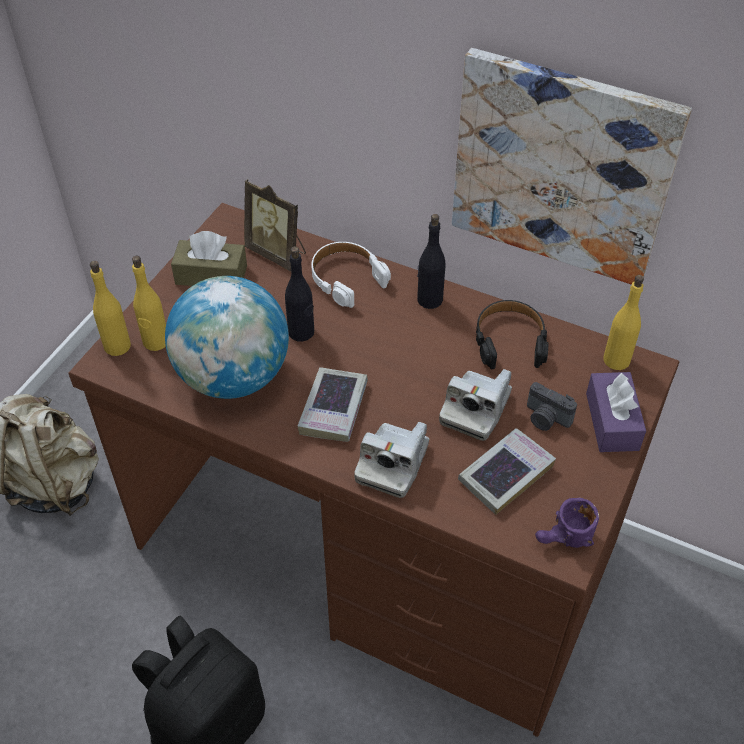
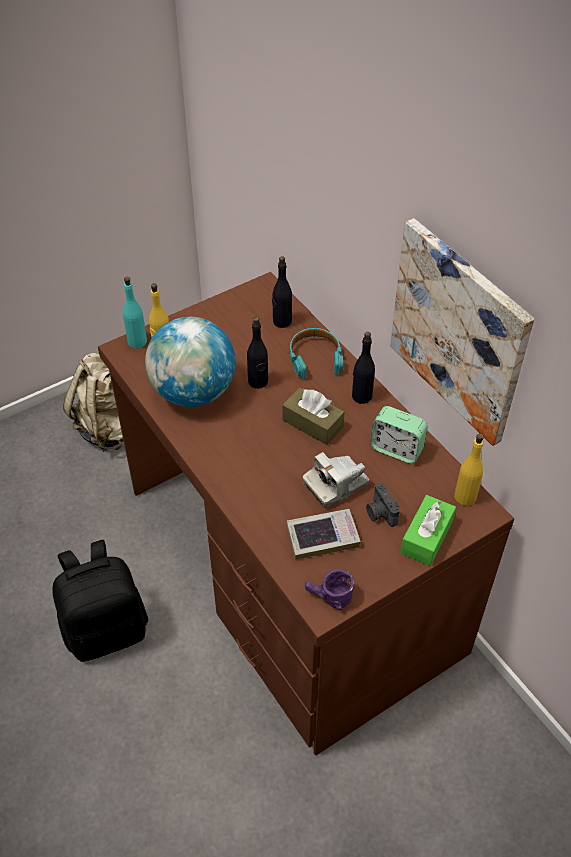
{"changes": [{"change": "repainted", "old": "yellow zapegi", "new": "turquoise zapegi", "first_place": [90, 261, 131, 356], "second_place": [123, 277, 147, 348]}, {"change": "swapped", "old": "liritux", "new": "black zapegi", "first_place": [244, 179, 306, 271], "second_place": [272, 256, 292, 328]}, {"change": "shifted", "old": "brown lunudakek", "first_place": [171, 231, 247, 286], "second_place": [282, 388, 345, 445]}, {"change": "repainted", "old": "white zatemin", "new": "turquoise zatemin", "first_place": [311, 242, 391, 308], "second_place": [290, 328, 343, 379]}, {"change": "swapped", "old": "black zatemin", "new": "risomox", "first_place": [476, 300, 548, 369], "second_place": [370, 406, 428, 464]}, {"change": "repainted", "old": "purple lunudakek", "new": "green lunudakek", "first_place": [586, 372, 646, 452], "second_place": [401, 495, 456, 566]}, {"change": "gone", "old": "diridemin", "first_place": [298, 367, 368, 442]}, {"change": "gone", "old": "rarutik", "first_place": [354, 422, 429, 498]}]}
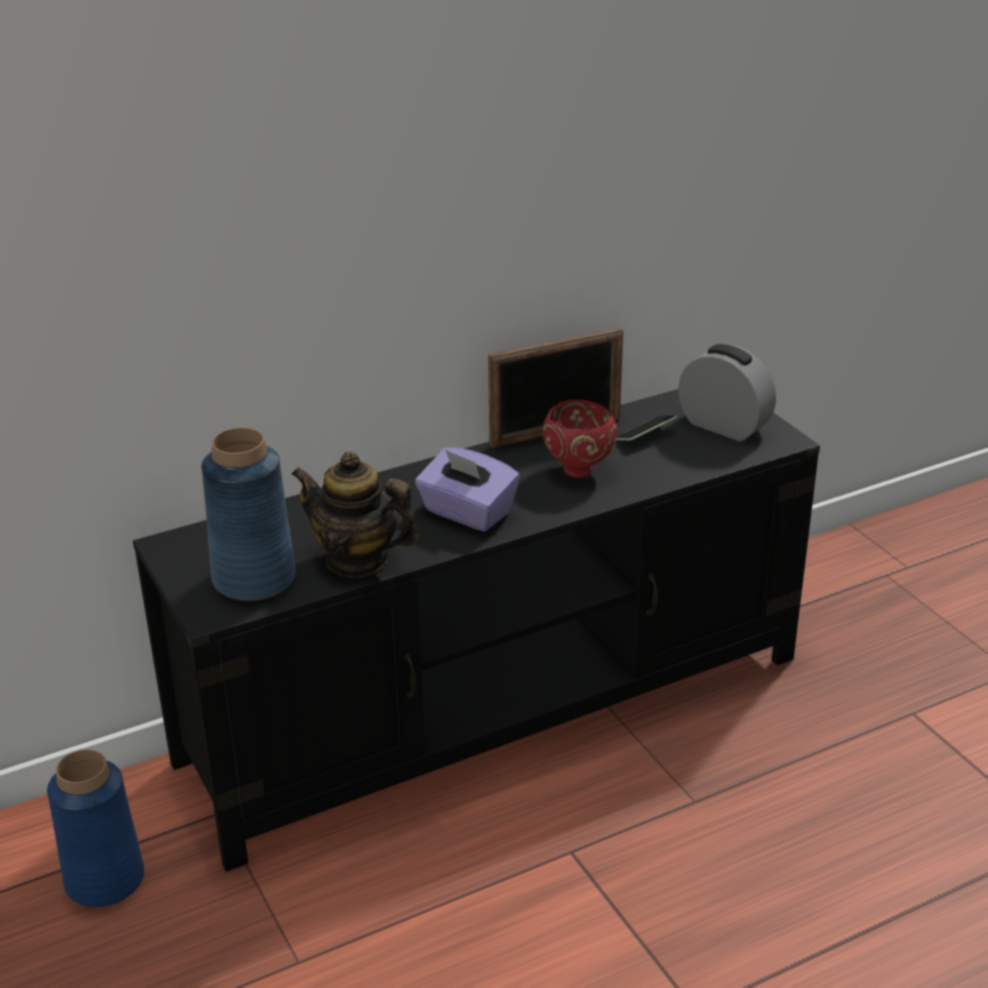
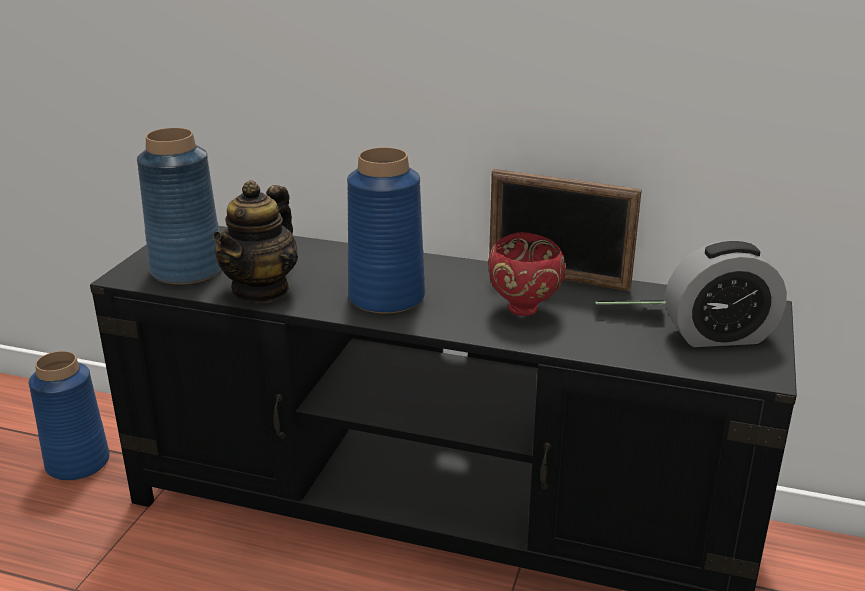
{"changes": [{"change": "rotated", "old": "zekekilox", "first_place": [291, 452, 420, 578], "second_place": [213, 180, 298, 303], "degrees": -135}, {"change": "swapped", "old": "purple lunudakek", "new": "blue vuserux", "first_place": [415, 447, 520, 532], "second_place": [347, 147, 425, 314]}, {"change": "rotated", "old": "risomox", "first_place": [678, 344, 776, 441], "second_place": [665, 241, 787, 347], "degrees": 90}]}
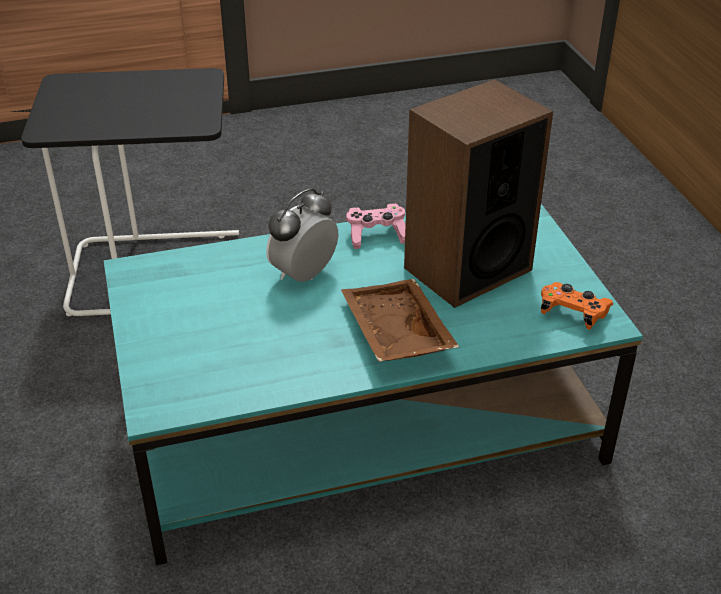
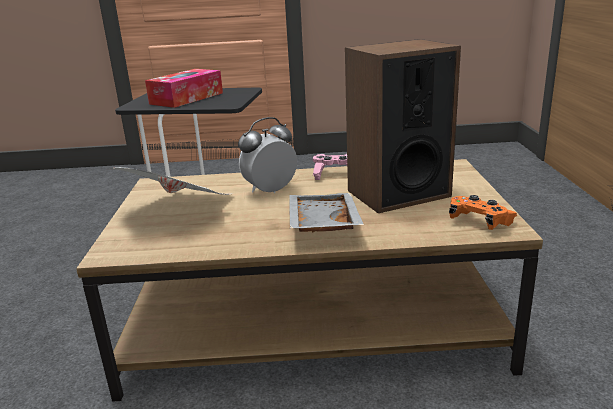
{"changes": [{"change": "repainted", "old": "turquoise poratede", "new": "brown poratede", "first_place": [104, 204, 643, 565], "second_place": [76, 159, 543, 402]}, {"change": "new", "new": "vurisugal", "second_place": [110, 167, 232, 195]}, {"change": "new", "new": "lunudakek", "second_place": [145, 69, 223, 108]}, {"change": "repainted", "old": "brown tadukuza", "new": "grey tadukuza", "first_place": [341, 279, 459, 362], "second_place": [289, 193, 364, 232]}]}
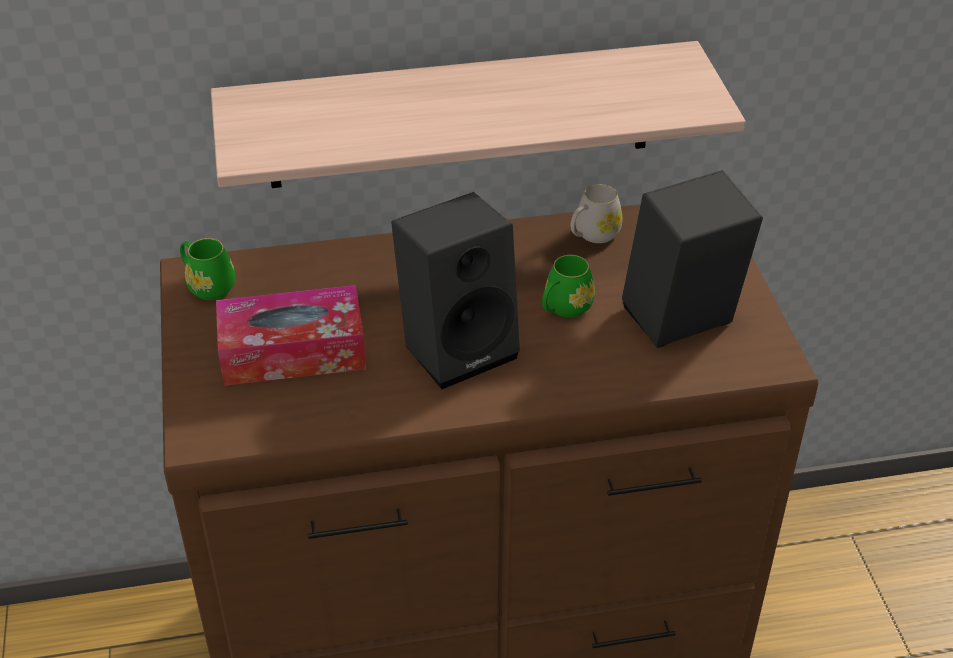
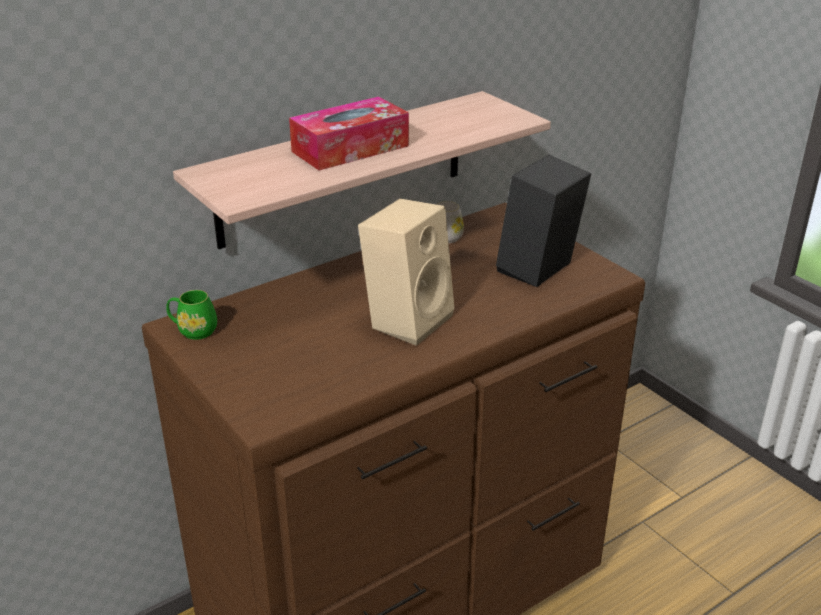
{"changes": [{"change": "shifted", "old": "lunudakek", "first_place": [216, 285, 366, 386], "second_place": [289, 97, 409, 170]}, {"change": "repainted", "old": "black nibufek", "new": "beige nibufek", "first_place": [391, 192, 520, 389], "second_place": [358, 199, 455, 346]}, {"change": "gone", "old": "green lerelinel", "first_place": [542, 255, 595, 317]}]}
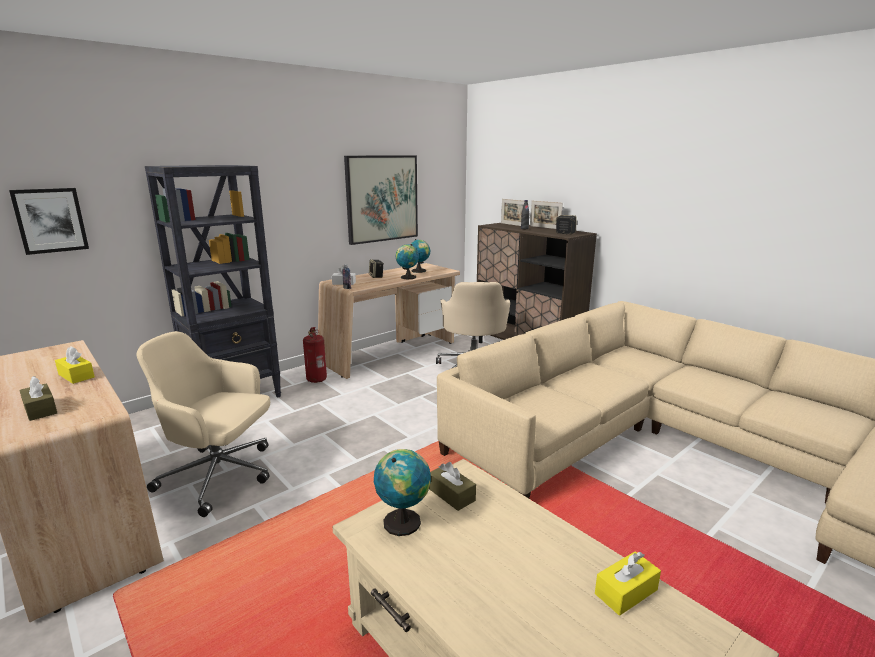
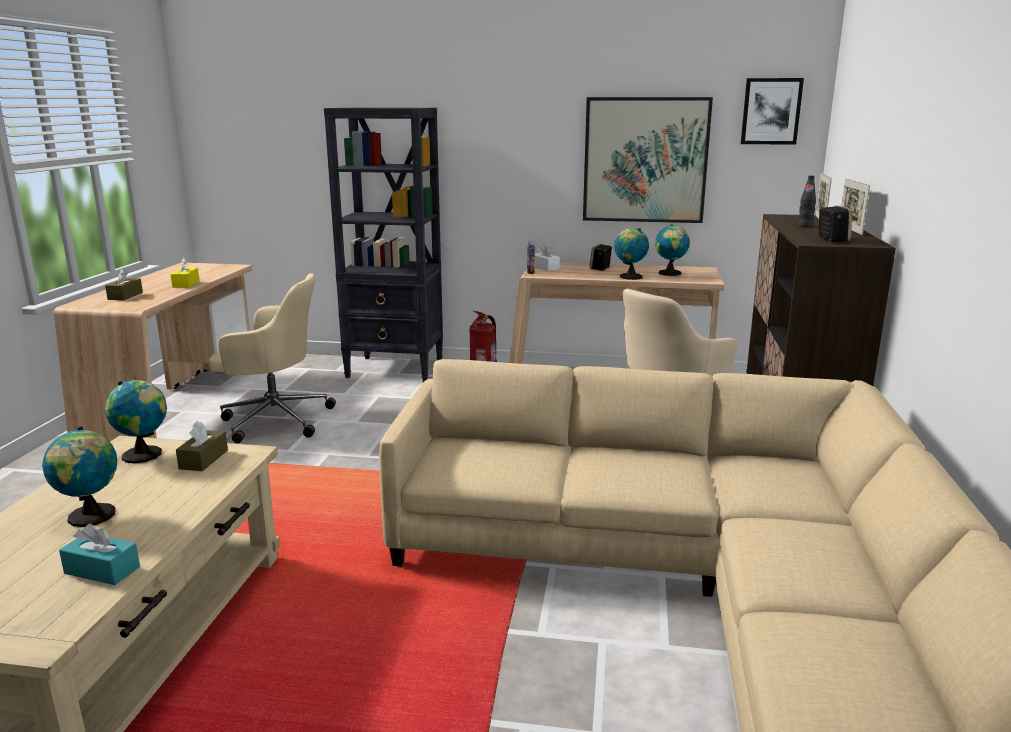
{"changes": [{"change": "new", "new": "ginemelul", "second_place": [42, 426, 117, 527]}, {"change": "repainted", "old": "yellow lunudakek", "new": "turquoise lunudakek", "first_place": [595, 551, 661, 616], "second_place": [59, 523, 140, 585]}, {"change": "rotated", "old": "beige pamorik", "first_place": [136, 331, 270, 517], "second_place": [209, 273, 336, 443], "degrees": 120}, {"change": "shifted", "old": "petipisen", "first_place": [9, 188, 89, 255], "second_place": [741, 78, 804, 145]}]}
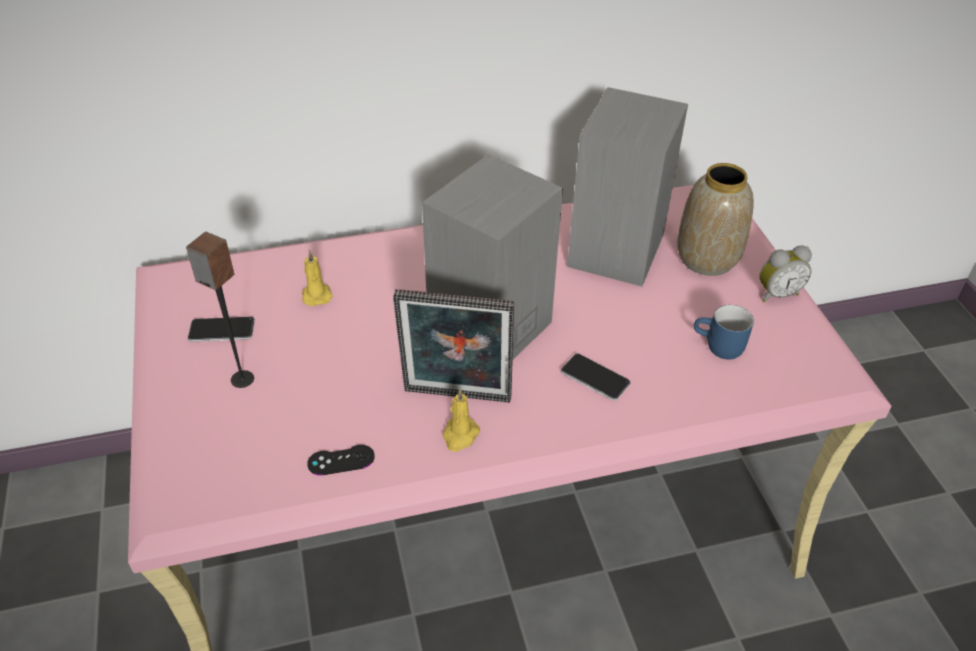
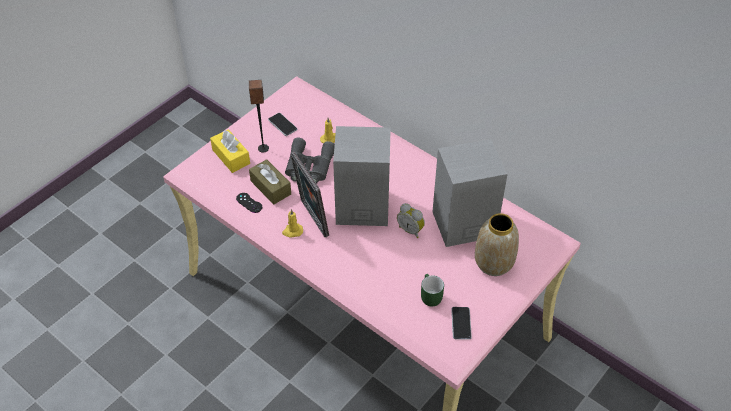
{"changes": [{"change": "new", "new": "yellow lunudakek", "second_place": [210, 129, 250, 173]}, {"change": "new", "new": "brown lunudakek", "second_place": [249, 159, 291, 204]}, {"change": "new", "new": "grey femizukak", "second_place": [285, 138, 335, 184]}, {"change": "shifted", "old": "risomox", "first_place": [759, 245, 812, 302], "second_place": [397, 203, 425, 238]}, {"change": "repainted", "old": "blue lerelinel", "new": "green lerelinel", "first_place": [694, 305, 754, 360], "second_place": [421, 274, 444, 307]}, {"change": "shifted", "old": "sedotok", "first_place": [561, 353, 630, 401], "second_place": [451, 307, 472, 340]}]}
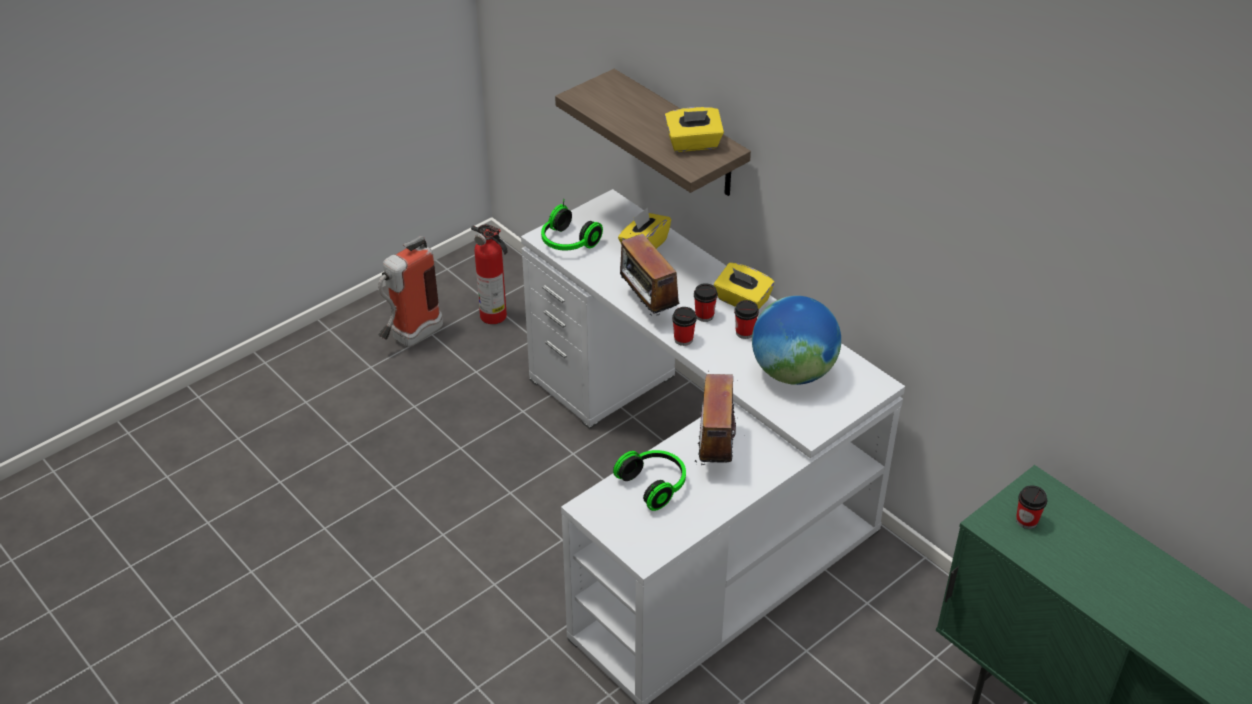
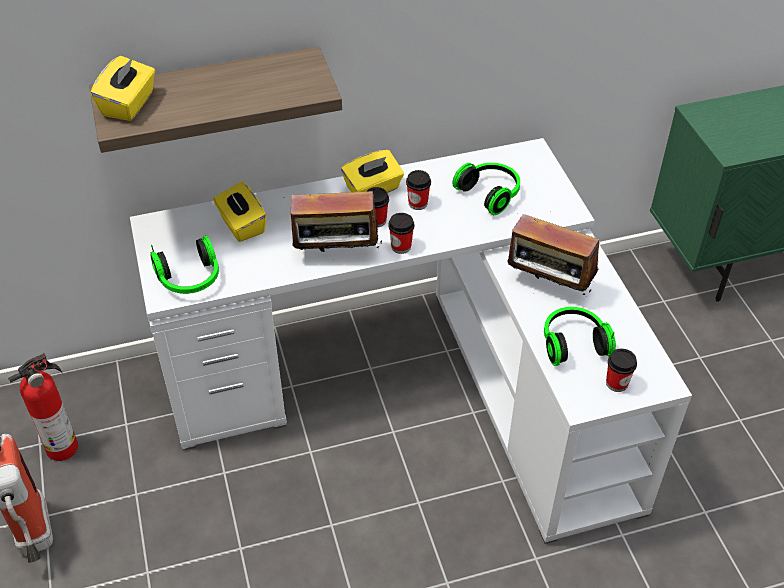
{"changes": [{"change": "shifted", "old": "yellow lunudakek", "first_place": [664, 107, 724, 152], "second_place": [90, 56, 155, 121]}, {"change": "swapped", "old": "ginemelul", "new": "zatemin", "first_place": [752, 296, 841, 385], "second_place": [453, 163, 520, 215]}, {"change": "shifted", "old": "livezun", "first_place": [1016, 485, 1047, 529], "second_place": [606, 348, 637, 392]}]}
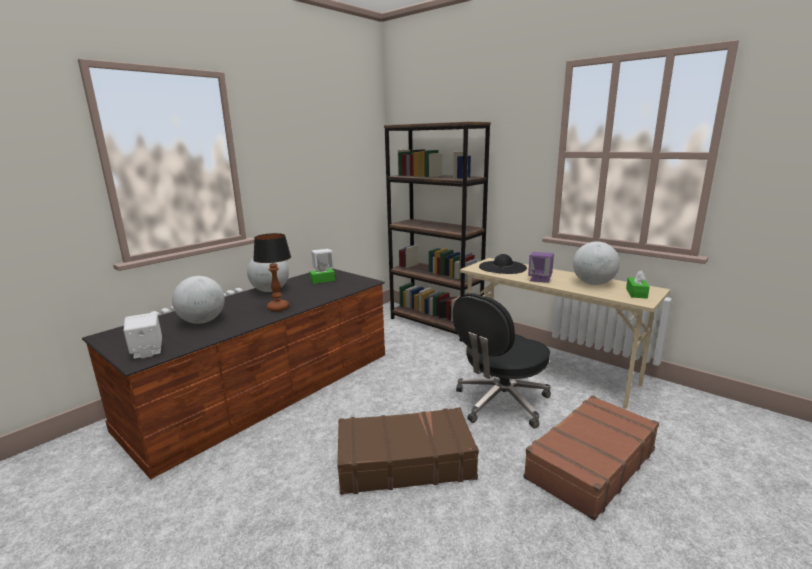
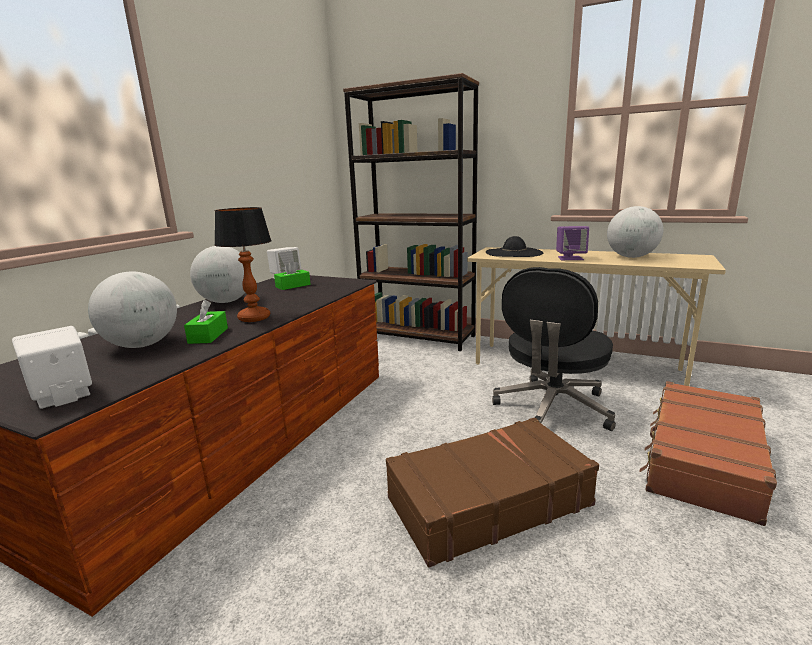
{"changes": [{"change": "shifted", "old": "green lunudakek", "first_place": [626, 271, 650, 299], "second_place": [184, 300, 228, 344]}]}
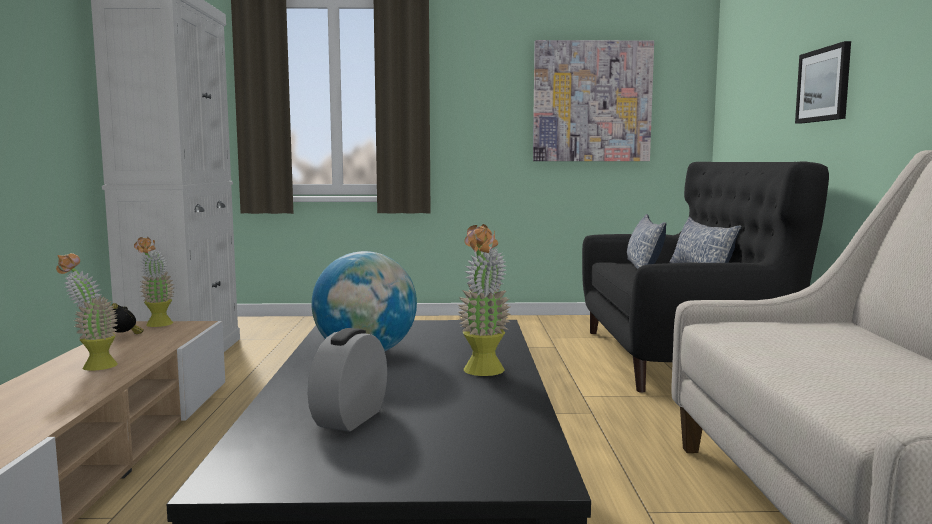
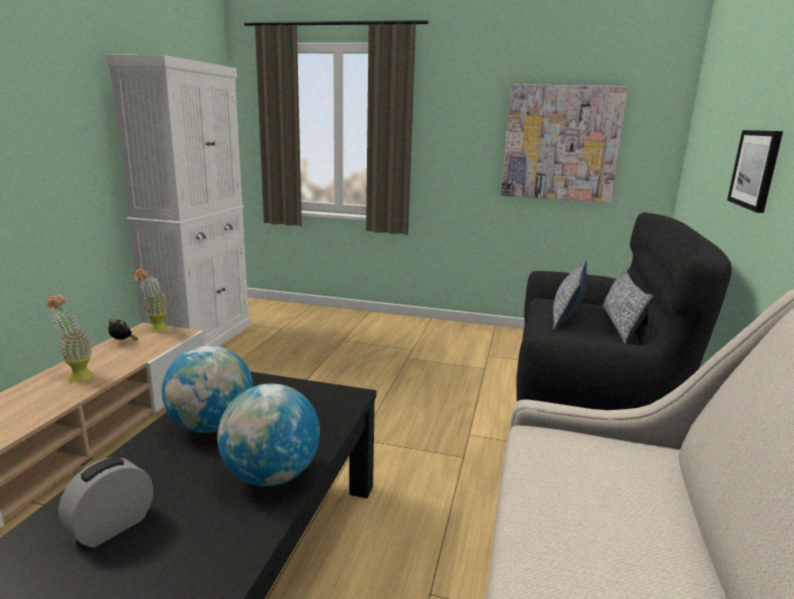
{"changes": [{"change": "swapped", "old": "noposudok", "new": "ginemelul", "first_place": [458, 224, 511, 376], "second_place": [217, 383, 320, 486]}]}
